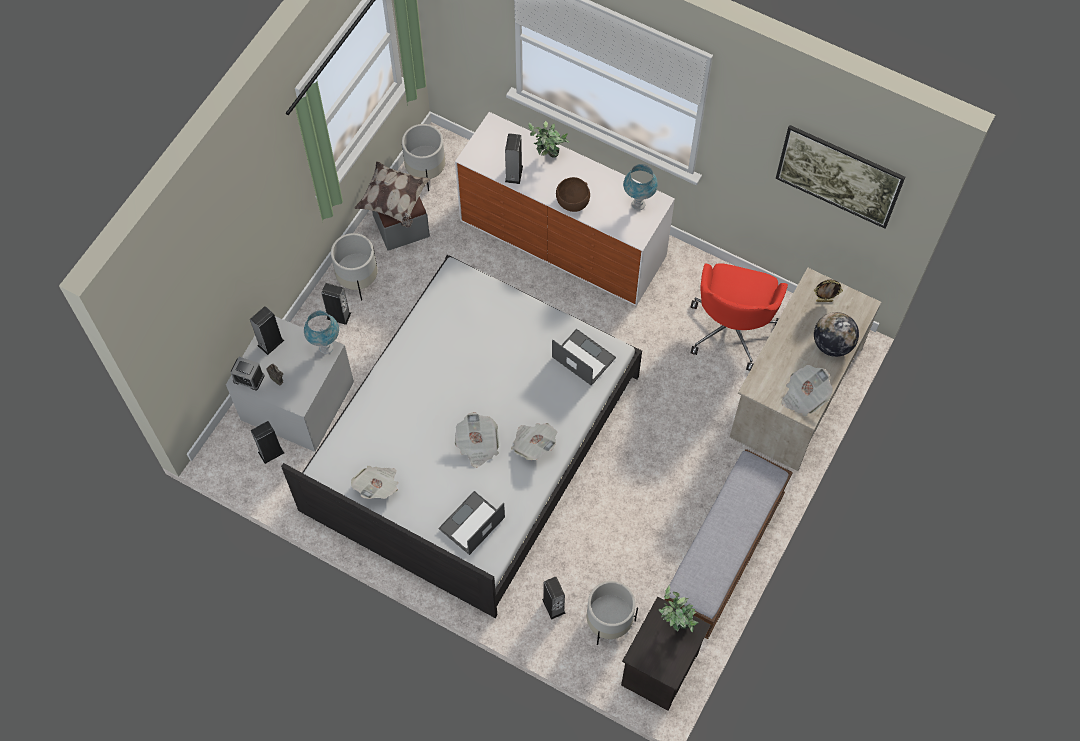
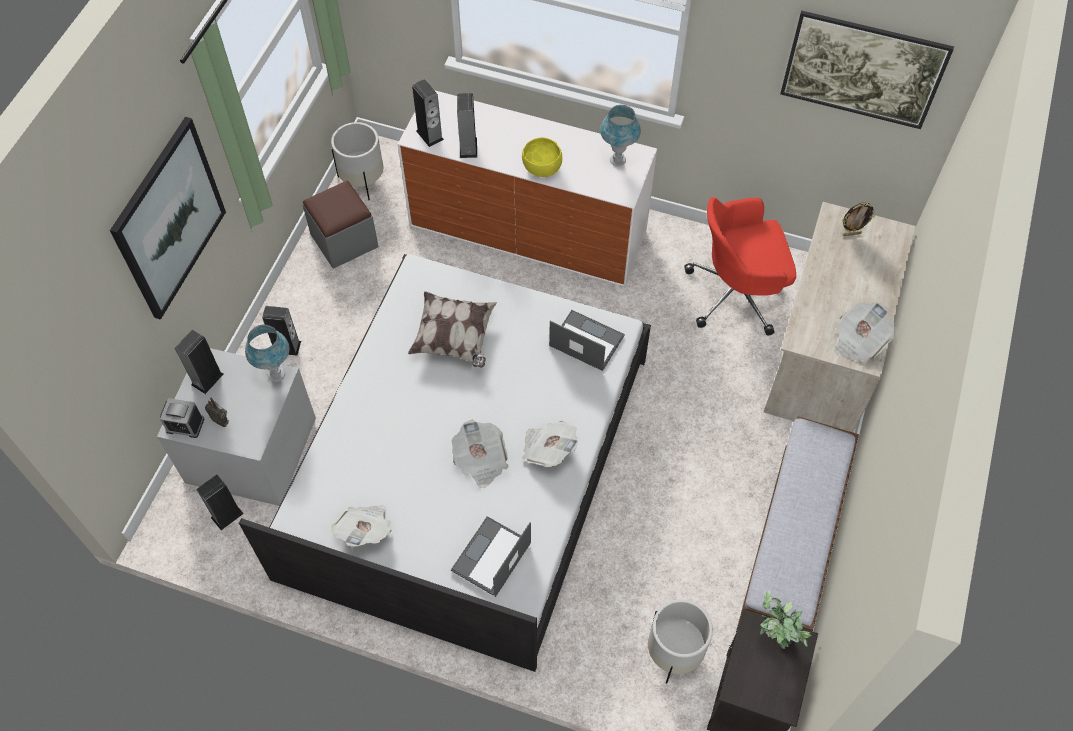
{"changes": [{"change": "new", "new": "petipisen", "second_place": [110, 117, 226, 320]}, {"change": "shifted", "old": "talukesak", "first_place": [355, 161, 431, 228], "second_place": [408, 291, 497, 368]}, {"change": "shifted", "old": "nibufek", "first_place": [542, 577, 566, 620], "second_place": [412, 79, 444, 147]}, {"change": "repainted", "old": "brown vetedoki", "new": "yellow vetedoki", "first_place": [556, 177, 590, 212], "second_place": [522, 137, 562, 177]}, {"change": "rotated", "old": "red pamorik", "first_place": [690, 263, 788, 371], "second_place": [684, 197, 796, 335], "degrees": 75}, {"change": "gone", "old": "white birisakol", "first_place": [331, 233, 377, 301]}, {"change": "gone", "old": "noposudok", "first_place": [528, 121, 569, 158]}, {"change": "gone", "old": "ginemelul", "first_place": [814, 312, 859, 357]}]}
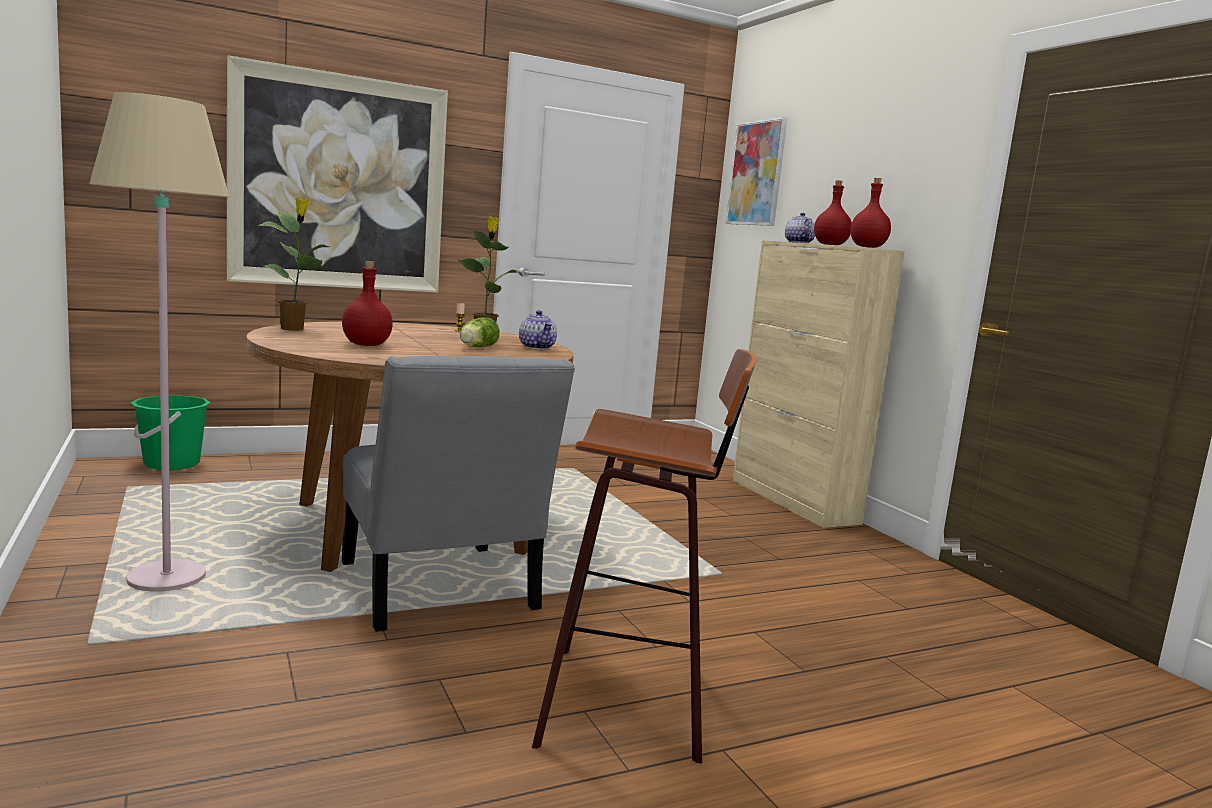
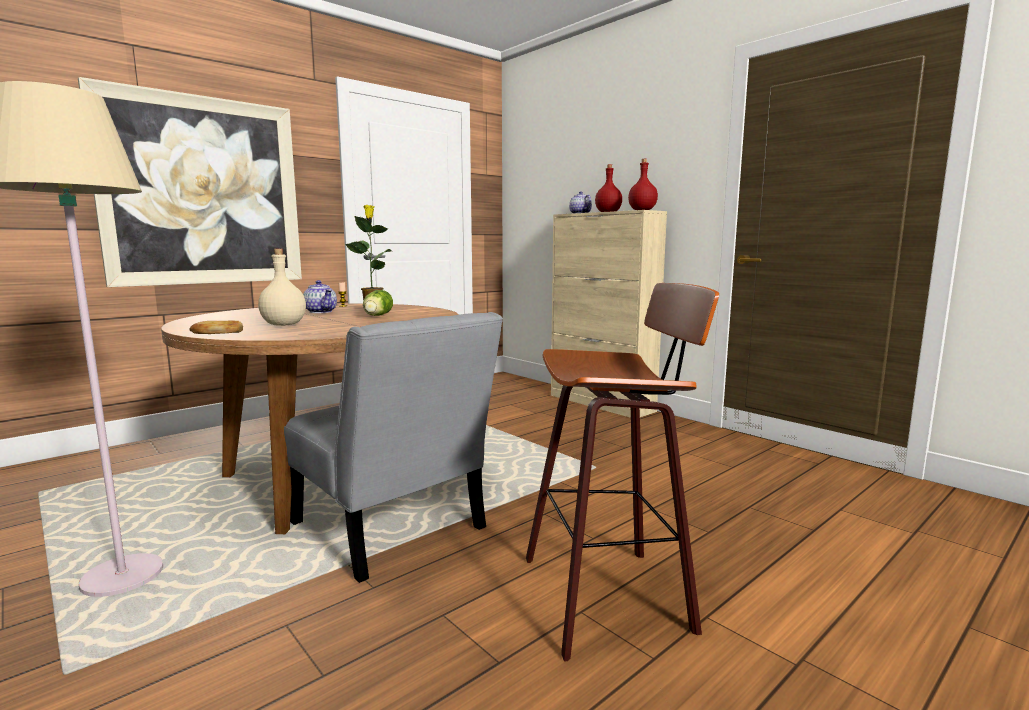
{"changes": [{"change": "new", "new": "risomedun", "second_place": [190, 320, 243, 334]}, {"change": "repainted", "old": "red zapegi", "new": "beige zapegi", "first_place": [342, 261, 393, 346], "second_place": [258, 249, 306, 326]}, {"change": "shifted", "old": "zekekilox", "first_place": [519, 310, 557, 349], "second_place": [303, 280, 337, 313]}, {"change": "gone", "old": "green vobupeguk", "first_place": [131, 395, 210, 471]}, {"change": "gone", "old": "noposudok", "first_place": [257, 198, 330, 331]}, {"change": "gone", "old": "petipisen", "first_place": [726, 117, 788, 226]}]}
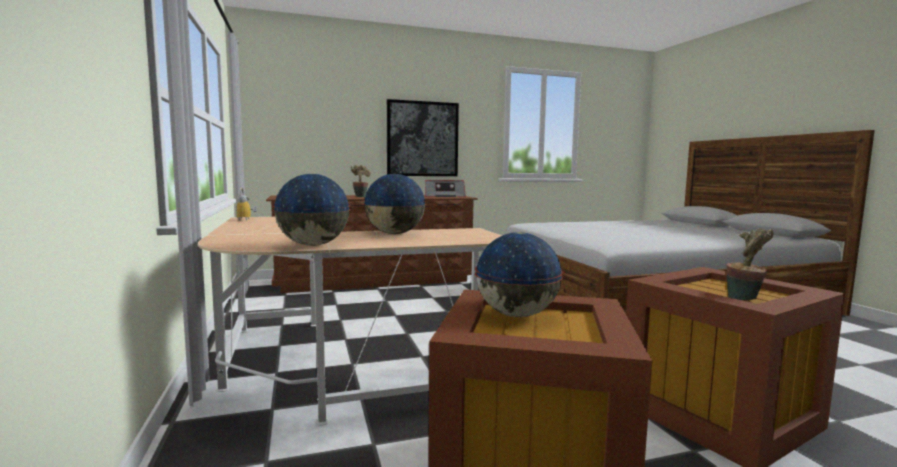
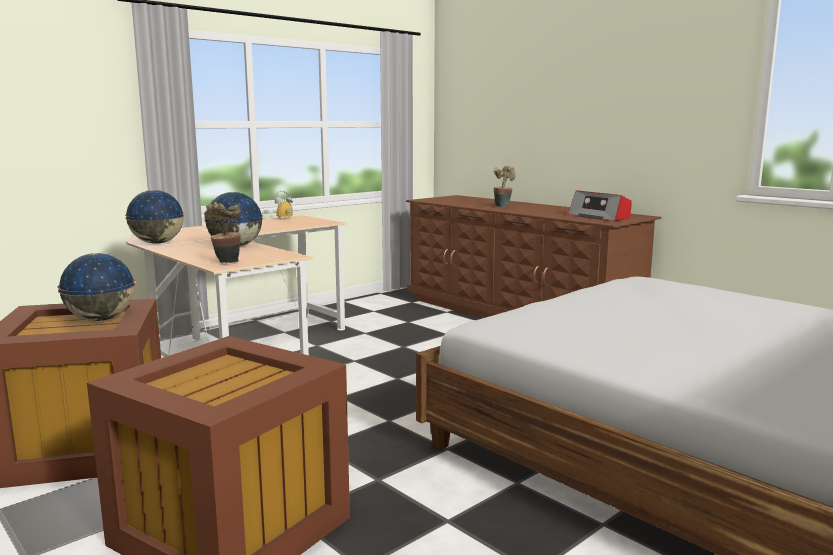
{"changes": [{"change": "shifted", "old": "noposudok", "first_place": [727, 229, 773, 300], "second_place": [204, 202, 241, 263]}, {"change": "gone", "old": "petipisen", "first_place": [387, 99, 459, 176]}]}
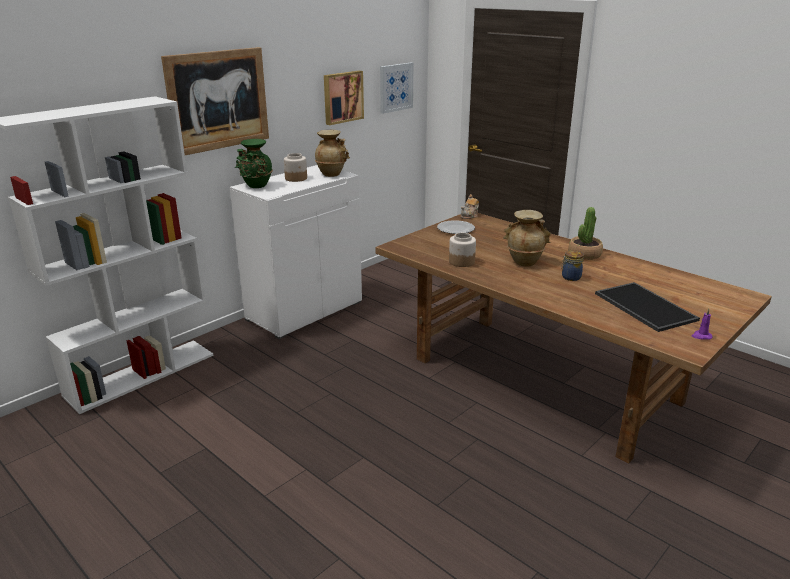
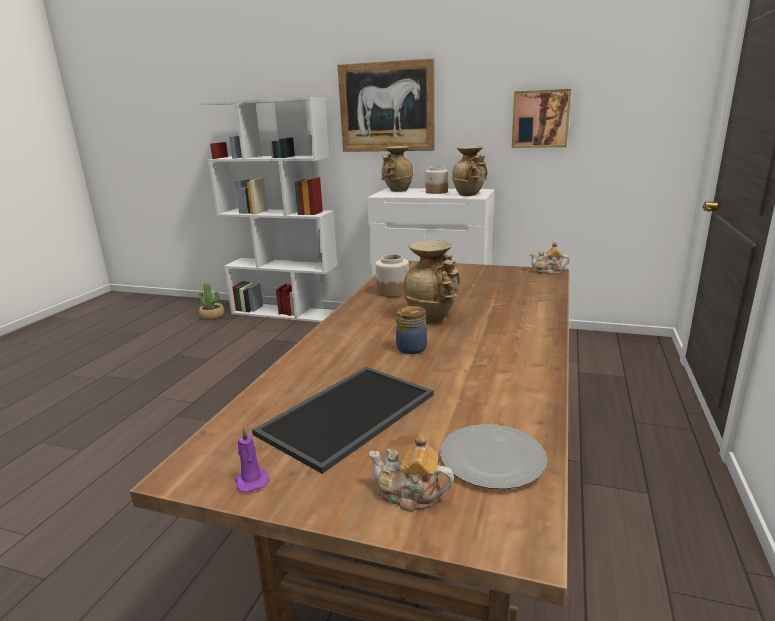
{"changes": [{"change": "shifted", "old": "noposudok", "first_place": [568, 207, 603, 260], "second_place": [199, 282, 224, 320]}, {"change": "new", "new": "zekekilox", "second_place": [369, 434, 454, 512]}, {"change": "repainted", "old": "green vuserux", "new": "beige vuserux", "first_place": [235, 139, 273, 188], "second_place": [381, 146, 414, 192]}, {"change": "shifted", "old": "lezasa", "first_place": [437, 220, 475, 234], "second_place": [440, 424, 547, 489]}, {"change": "gone", "old": "petipisen", "first_place": [380, 63, 413, 114]}]}
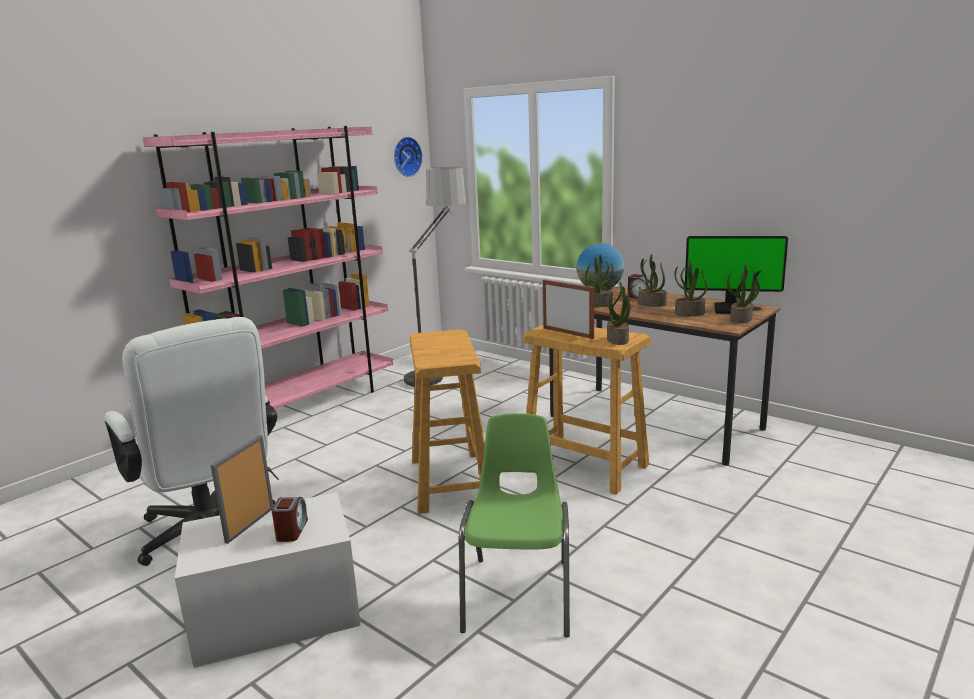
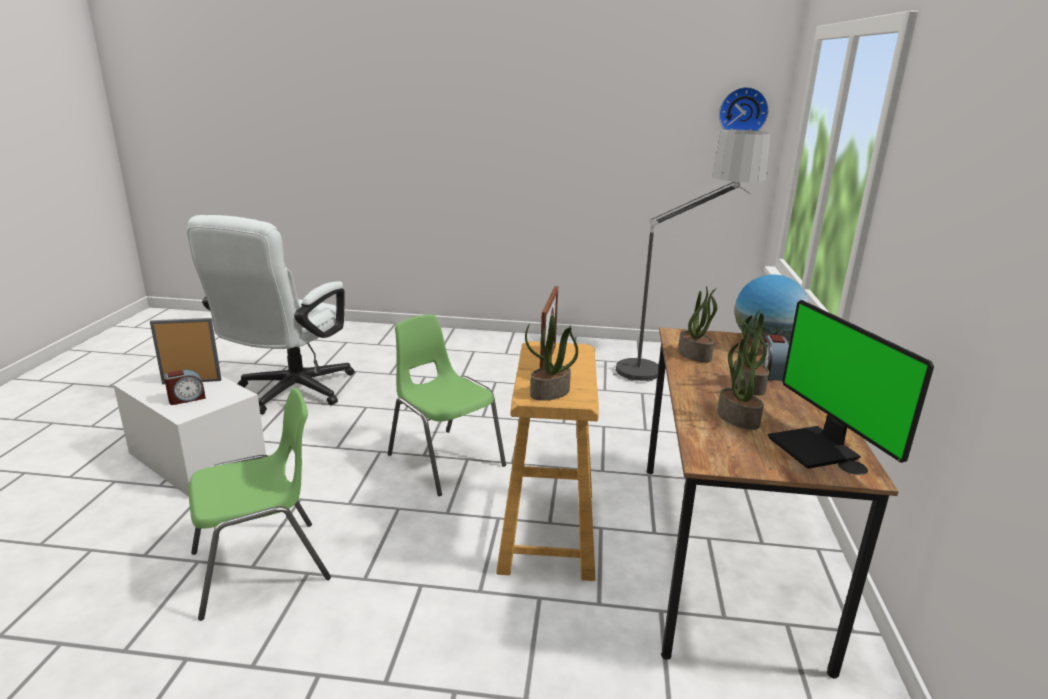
{"changes": [{"change": "swapped", "old": "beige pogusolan", "new": "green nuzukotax", "first_place": [410, 329, 485, 514], "second_place": [388, 314, 506, 496]}, {"change": "gone", "old": "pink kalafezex", "first_place": [143, 126, 393, 409]}, {"change": "gone", "old": "noposudok", "first_place": [727, 265, 761, 324]}]}
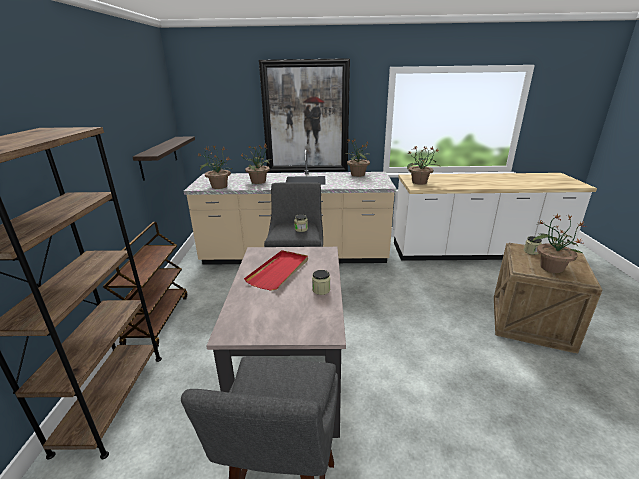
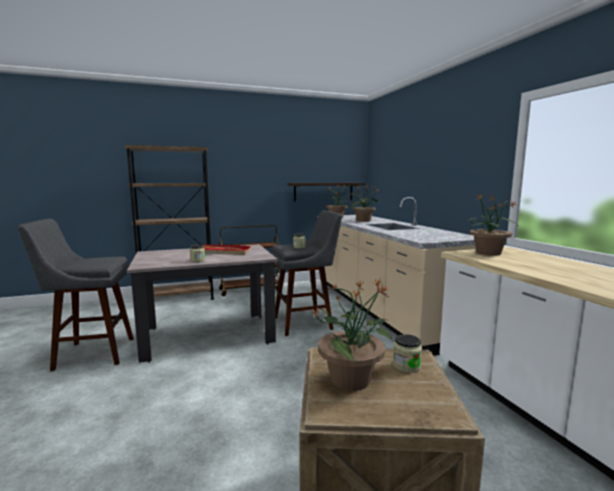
{"changes": [{"change": "gone", "old": "petipisen", "first_place": [259, 58, 350, 172]}, {"change": "gone", "old": "noposudok", "first_place": [344, 138, 370, 177]}]}
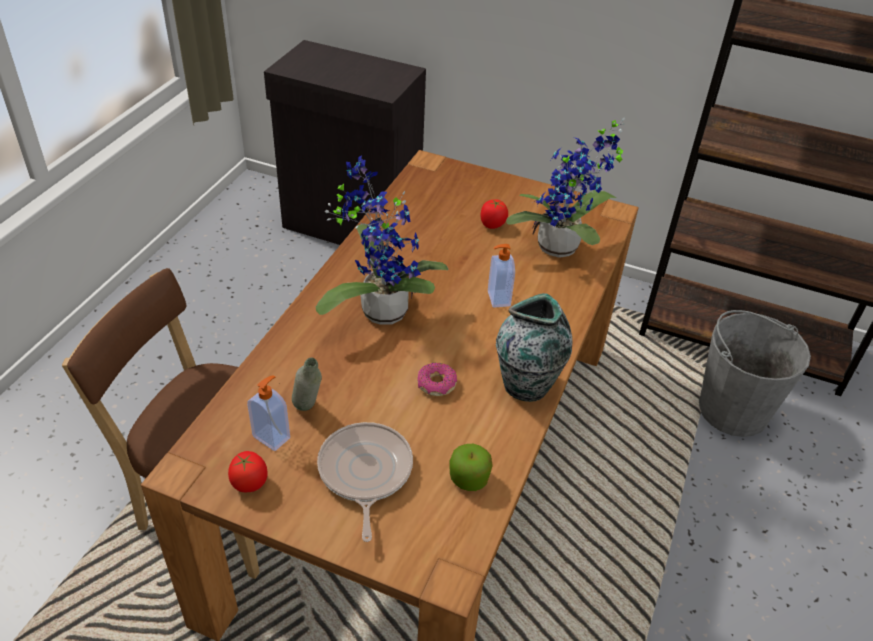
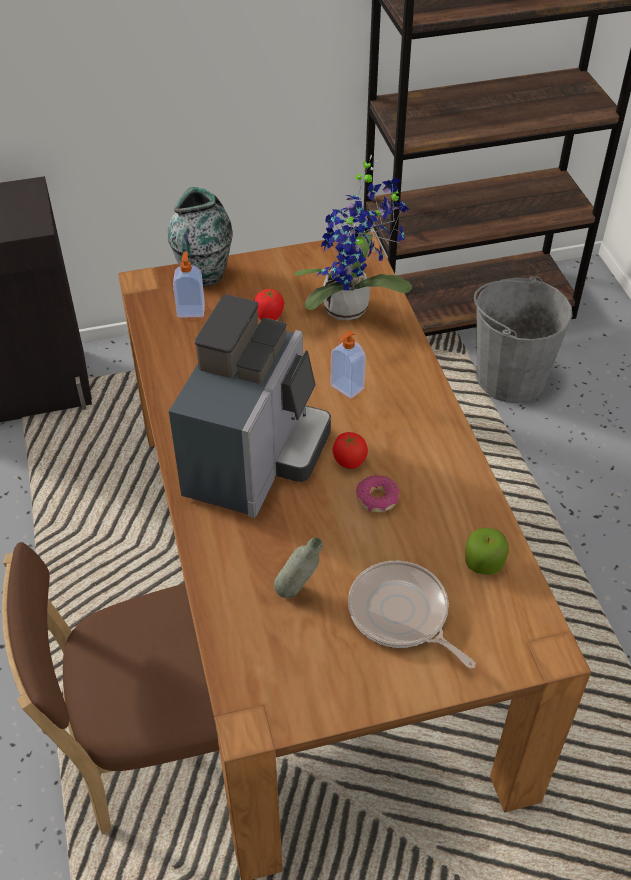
{"changes": [{"change": "shifted", "old": "vuserux", "first_place": [496, 293, 572, 402], "second_place": [167, 187, 233, 287]}, {"change": "swapped", "old": "noposudok", "new": "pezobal", "first_place": [316, 156, 448, 325], "second_place": [169, 295, 331, 518]}, {"change": "shifted", "old": "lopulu", "first_place": [247, 375, 290, 451], "second_place": [173, 251, 205, 317]}, {"change": "shifted", "old": "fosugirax", "first_place": [228, 451, 268, 492], "second_place": [333, 432, 368, 469]}]}
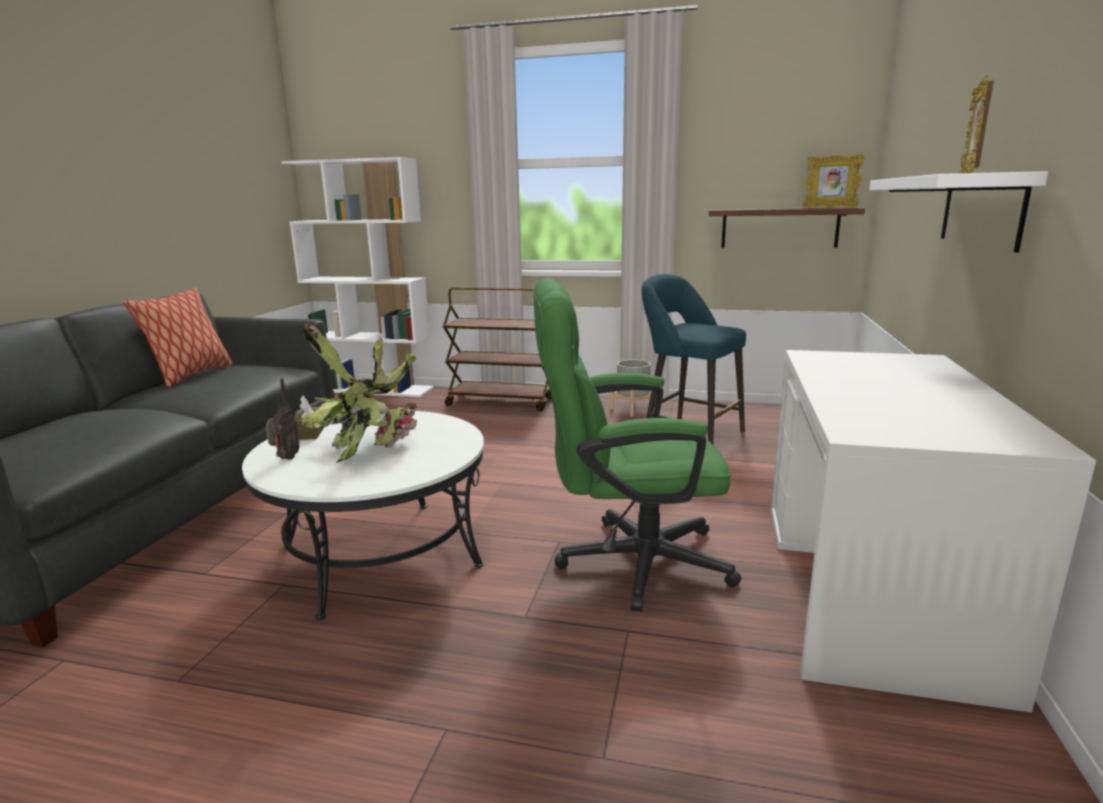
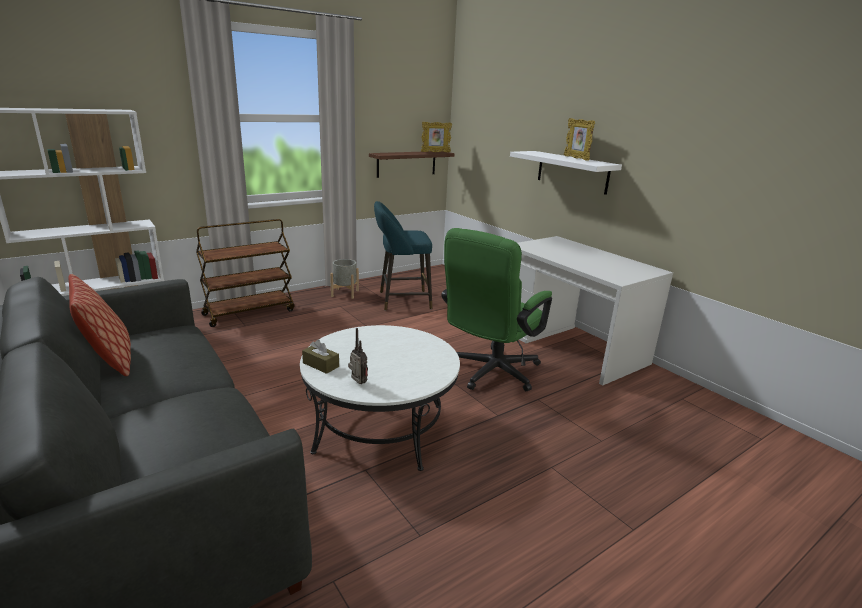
{"changes": [{"change": "gone", "old": "noposudok", "first_place": [301, 324, 417, 463]}]}
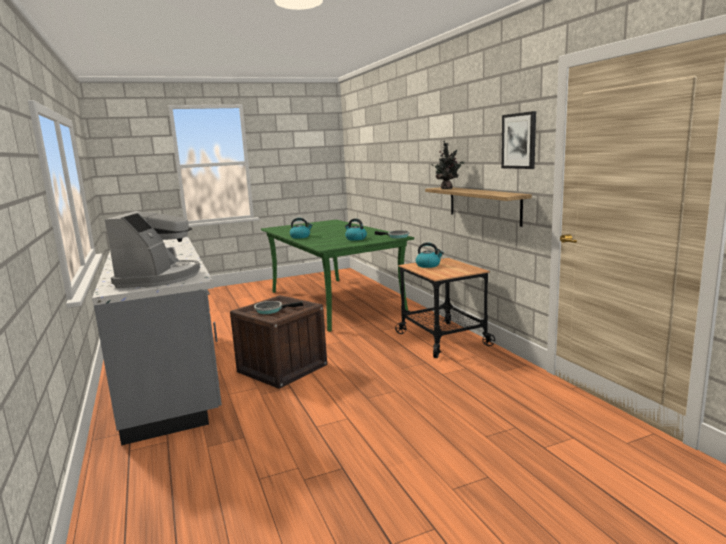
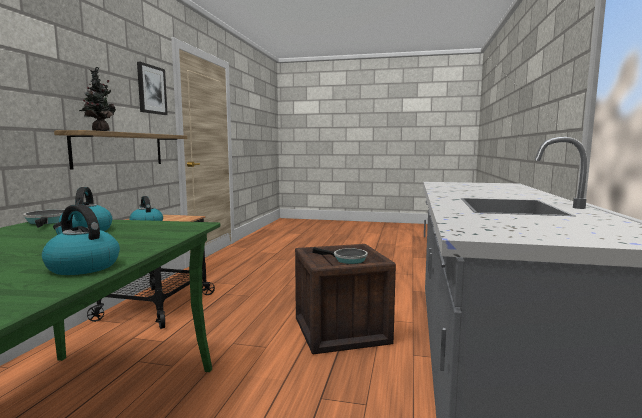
{"changes": [{"change": "gone", "old": "pezobal", "first_place": [105, 211, 200, 288]}]}
